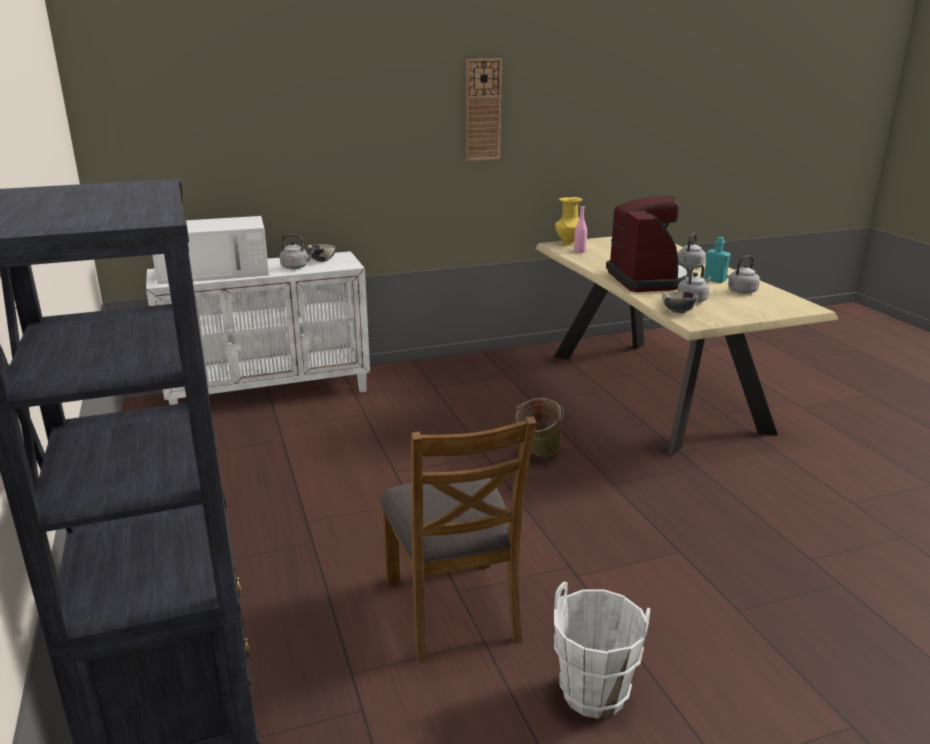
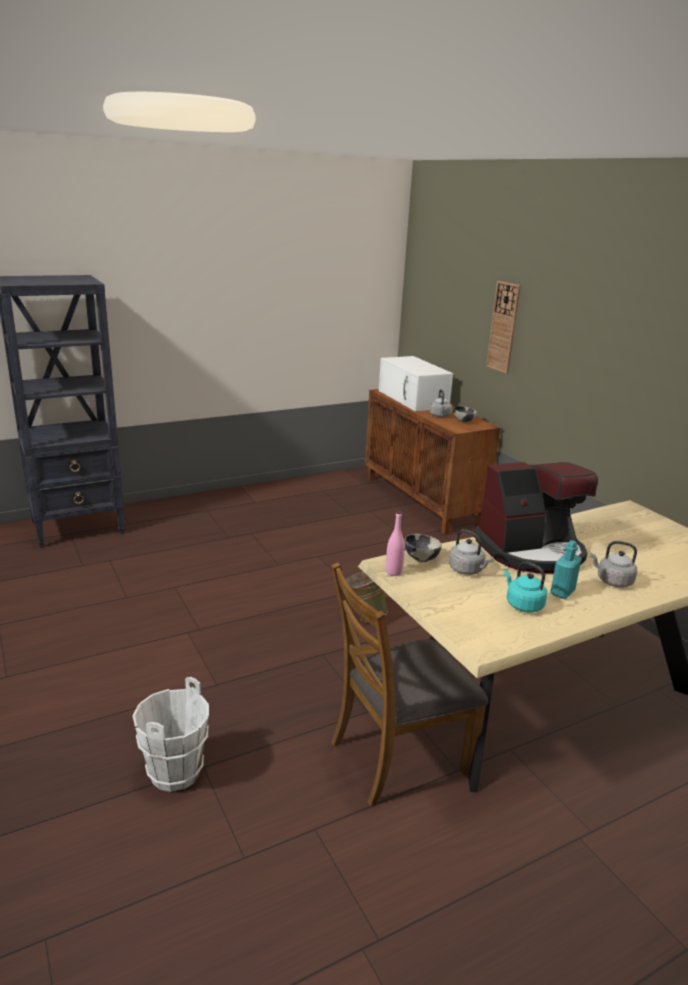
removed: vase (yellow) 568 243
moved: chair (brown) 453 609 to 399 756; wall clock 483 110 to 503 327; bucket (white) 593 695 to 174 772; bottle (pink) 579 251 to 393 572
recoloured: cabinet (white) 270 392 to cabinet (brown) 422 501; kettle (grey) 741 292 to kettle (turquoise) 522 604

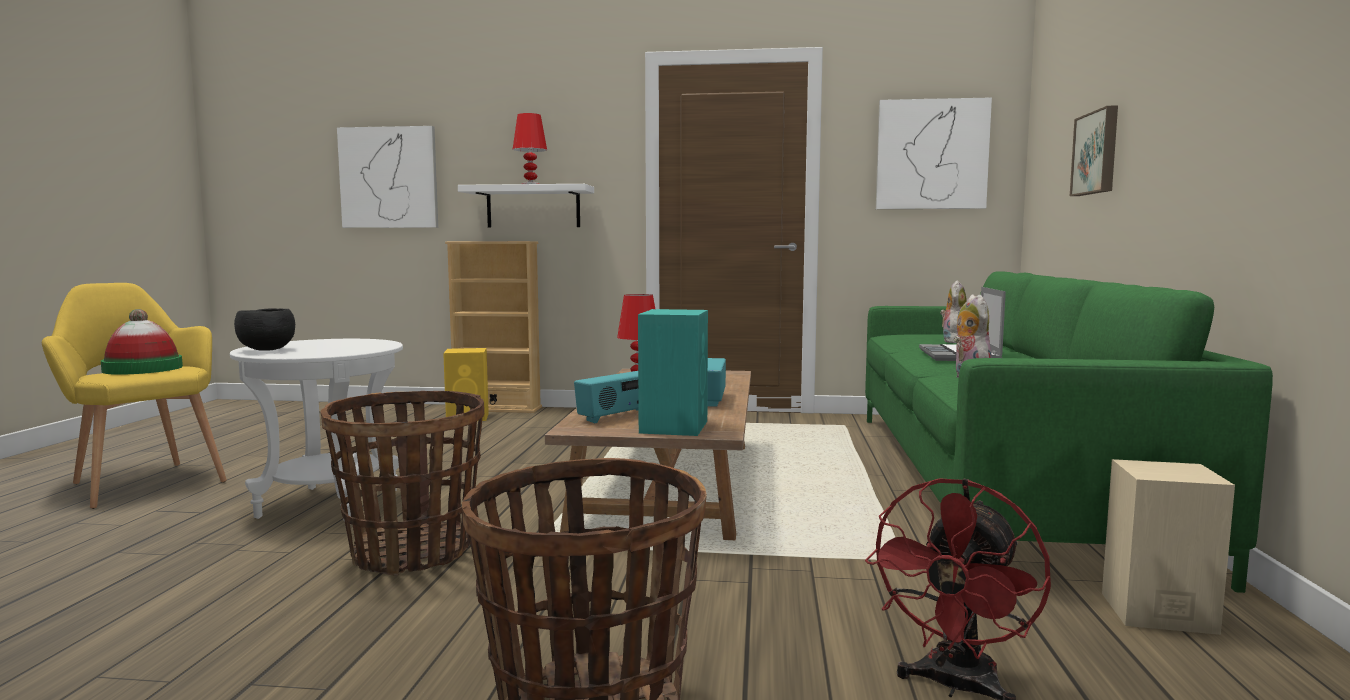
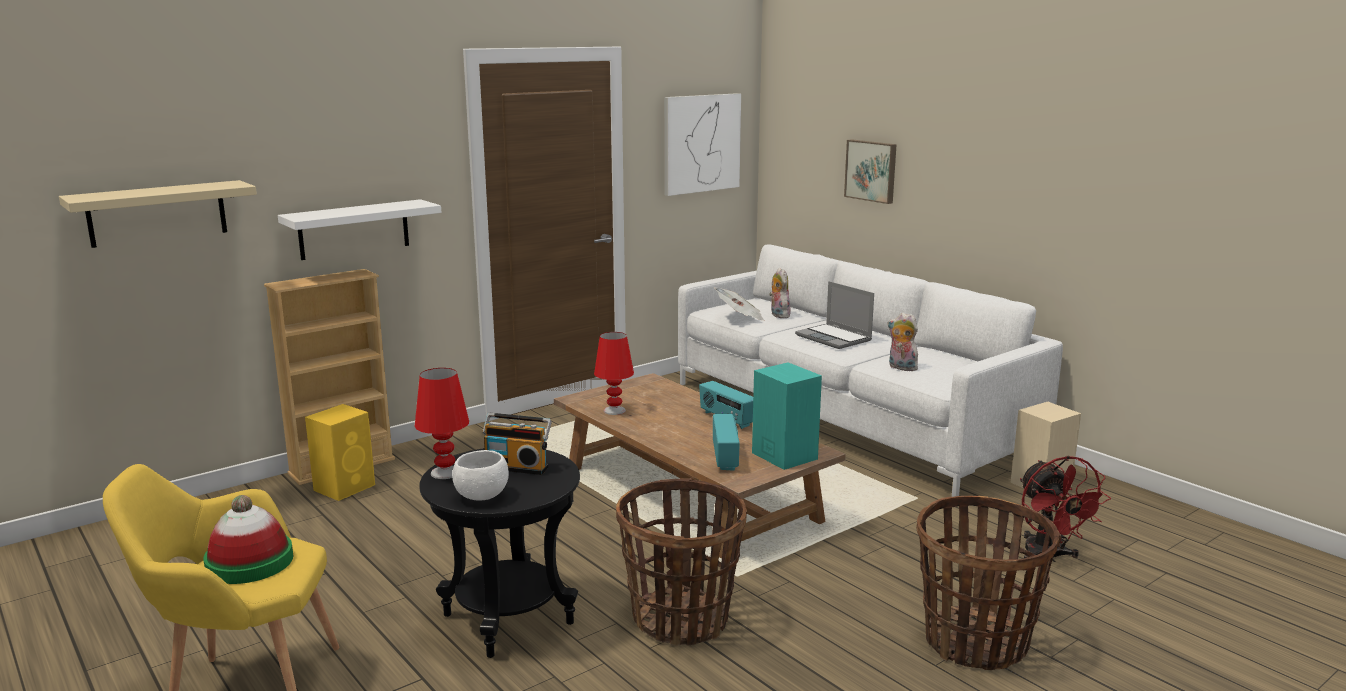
added: radio 517 467; newspaper 740 317
moved: table lamp (red) 531 184 to 446 472
replaced: picture 389 178 to shelf (beige) 157 213
recoloured: side table (white) 329 504 to side table (black) 508 619; bowl (black) 267 350 to bowl (white) 481 497; sofa (green) 992 479 to sofa (white) 845 418

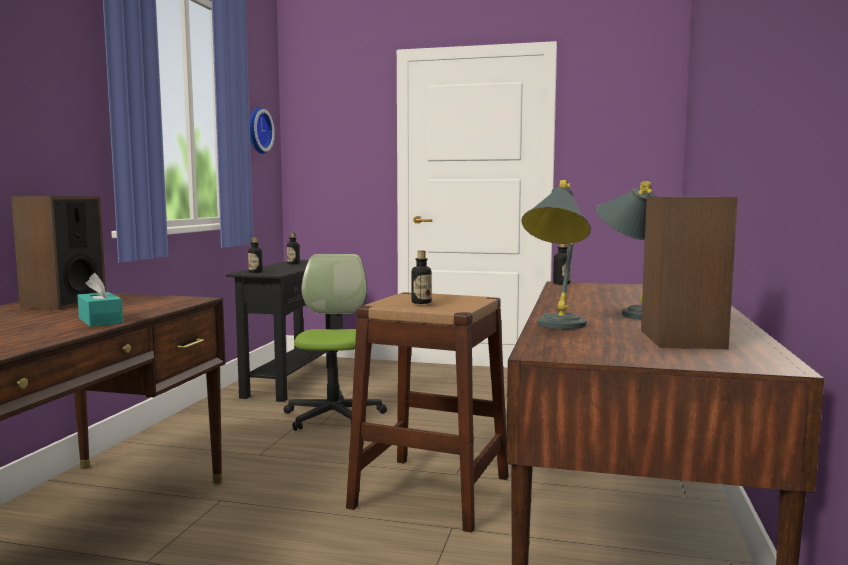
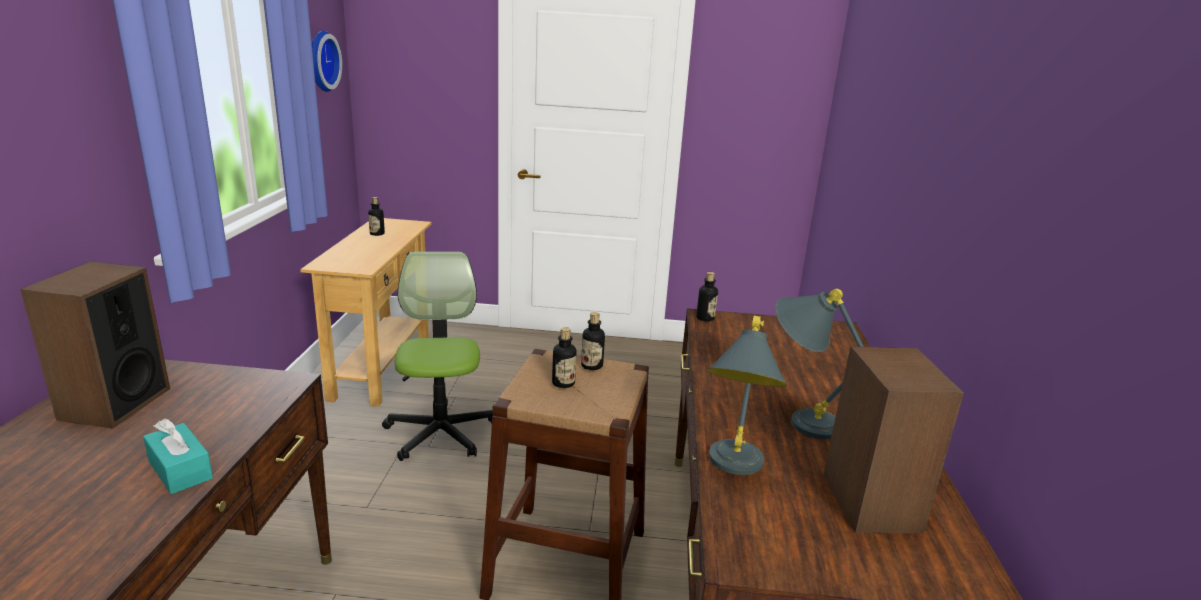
moved: bottle 255 272 to 592 366
recoloured: console table (black) 291 381 to console table (beige) 381 367

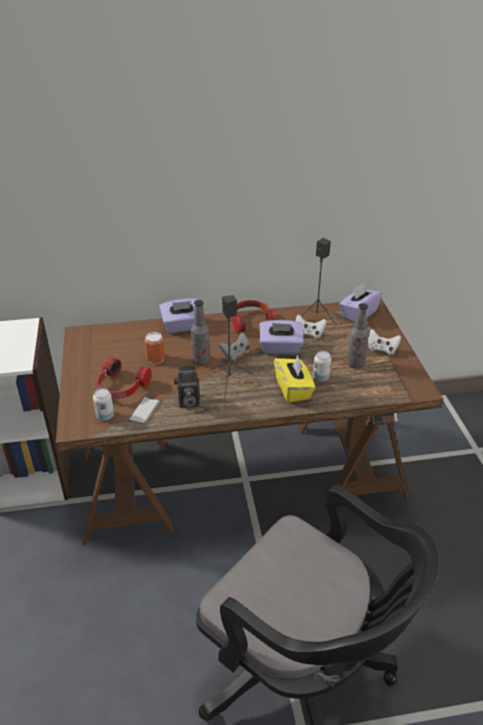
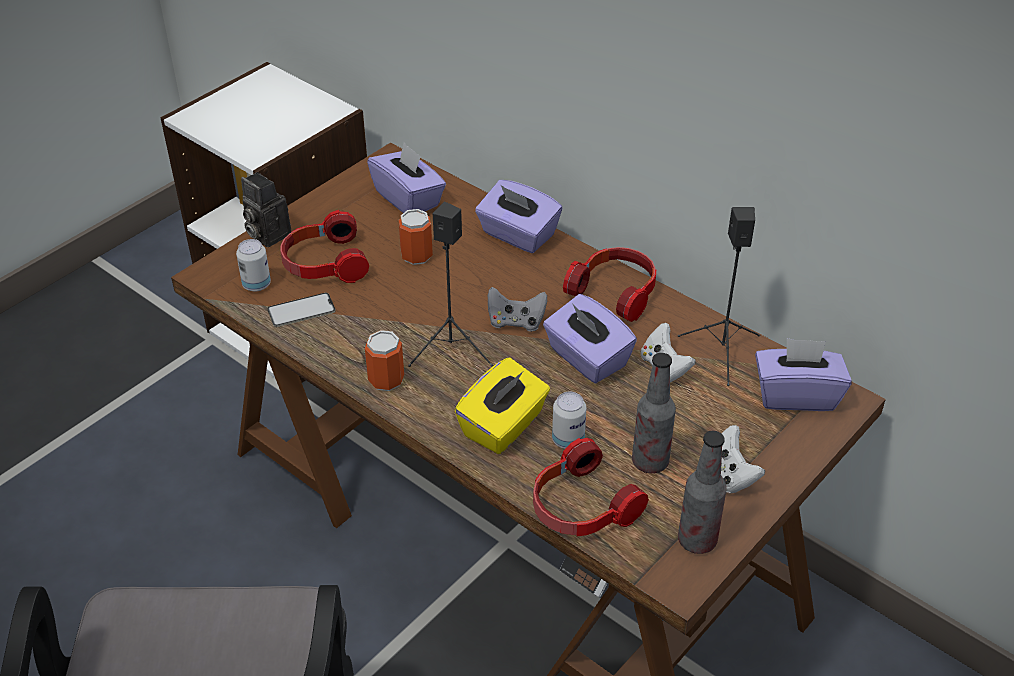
added: can 386 380; tissue box (purple) 408 198; headphones 580 507
moved: photo camera 187 402 to 266 234; bottle 201 360 to 697 540

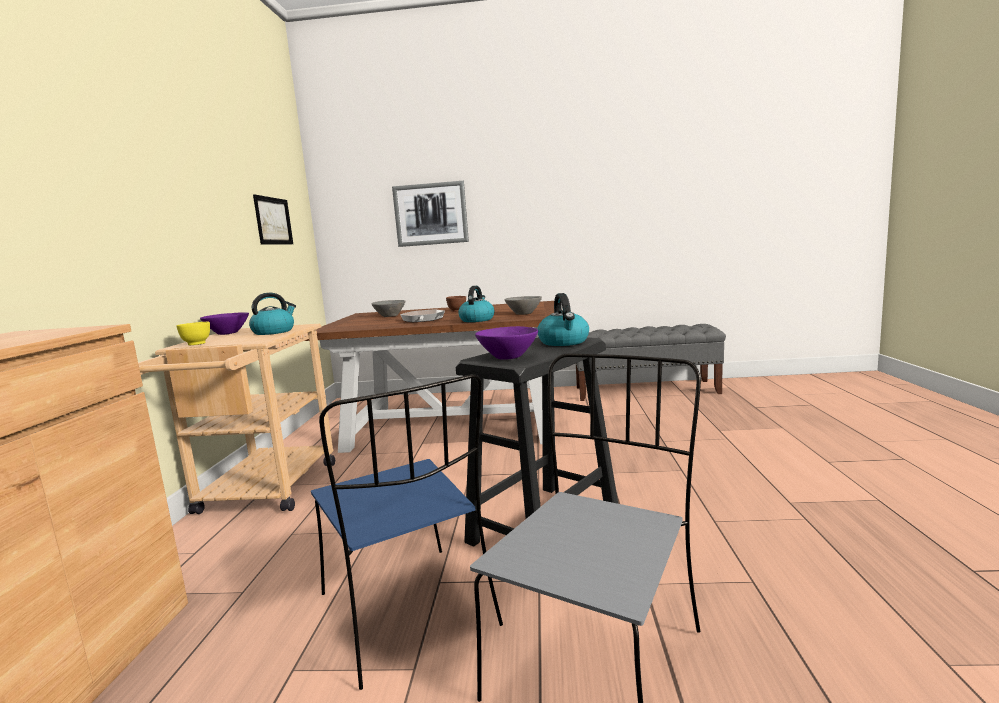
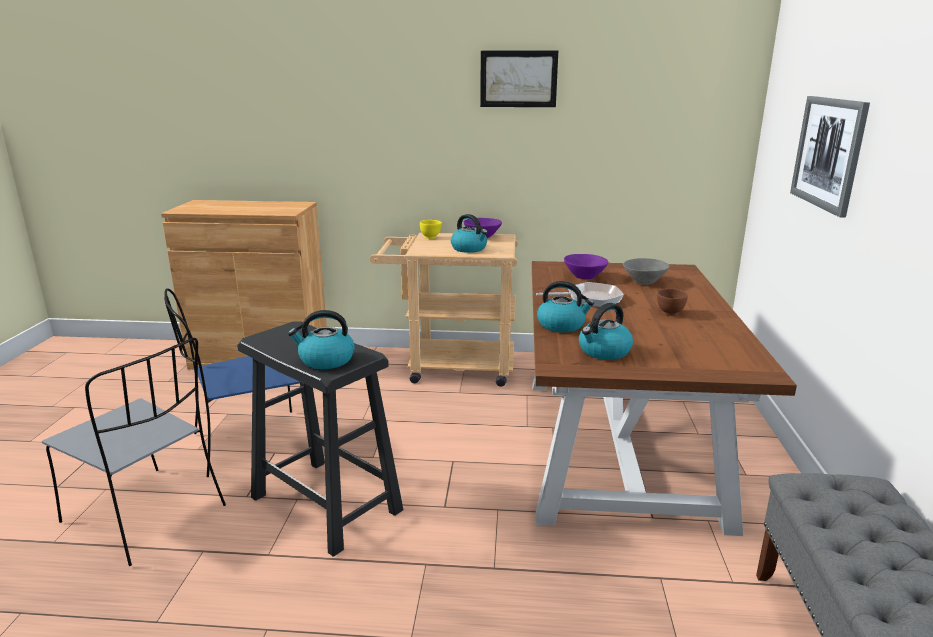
moved: picture 273 221 to 518 79; bowl (purple) 509 357 to 585 277
replaced: bowl (grey) 523 313 to kettle 604 352

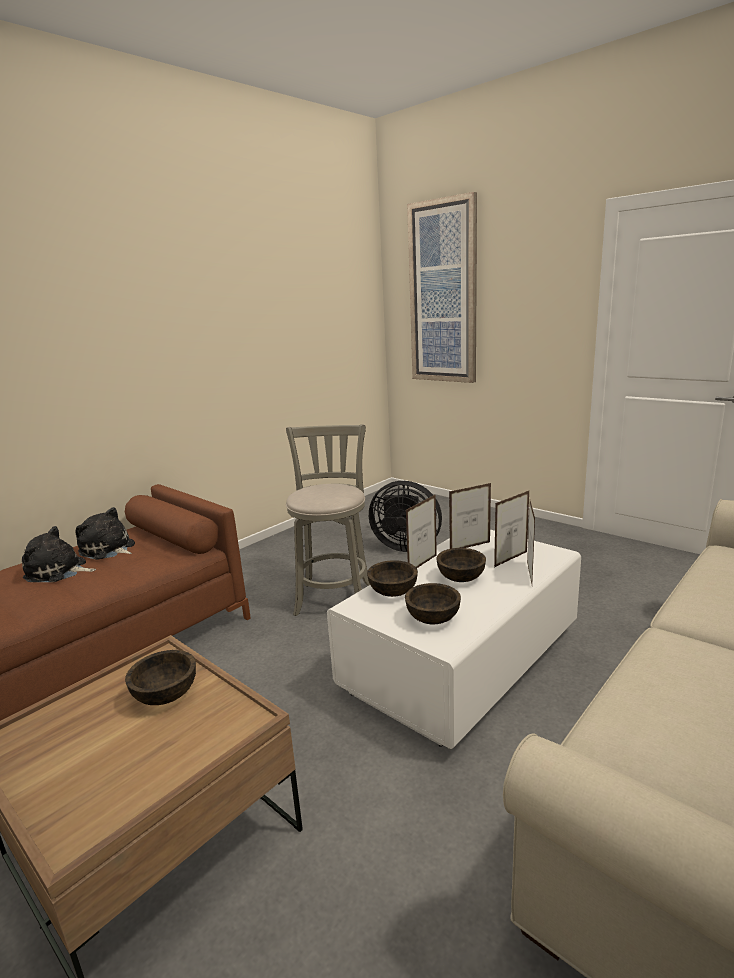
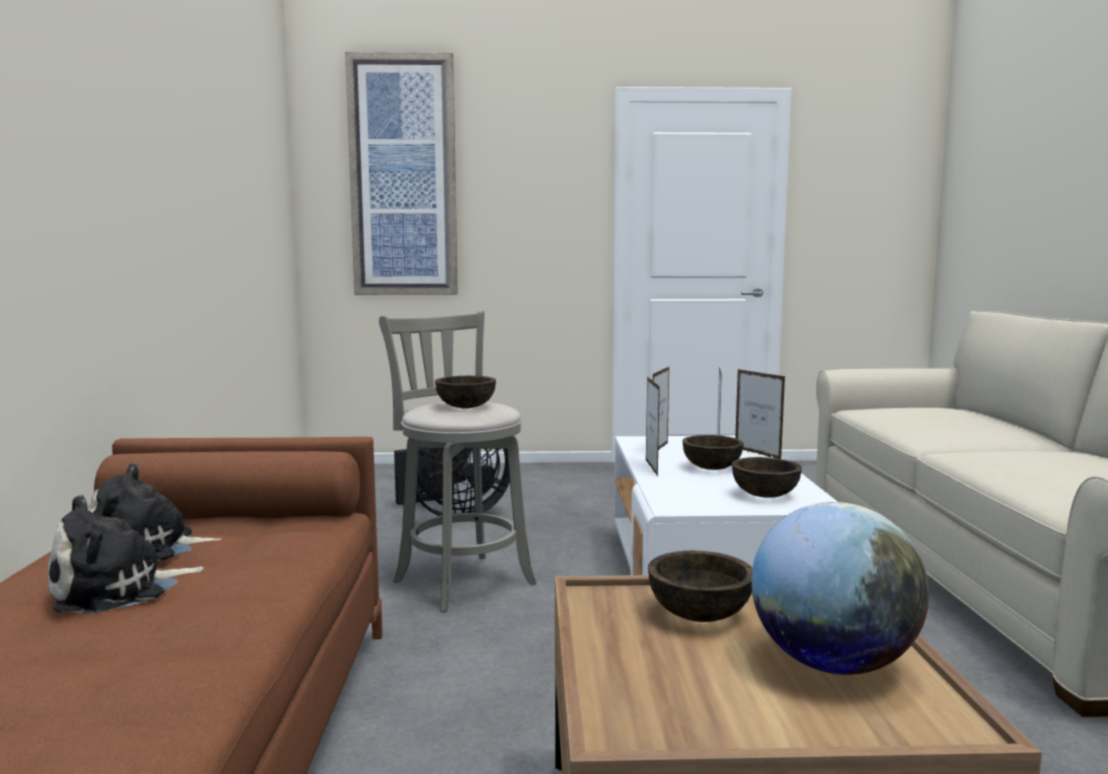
added: globe 832 663
moved: bowl (brown) 393 592 to 466 407

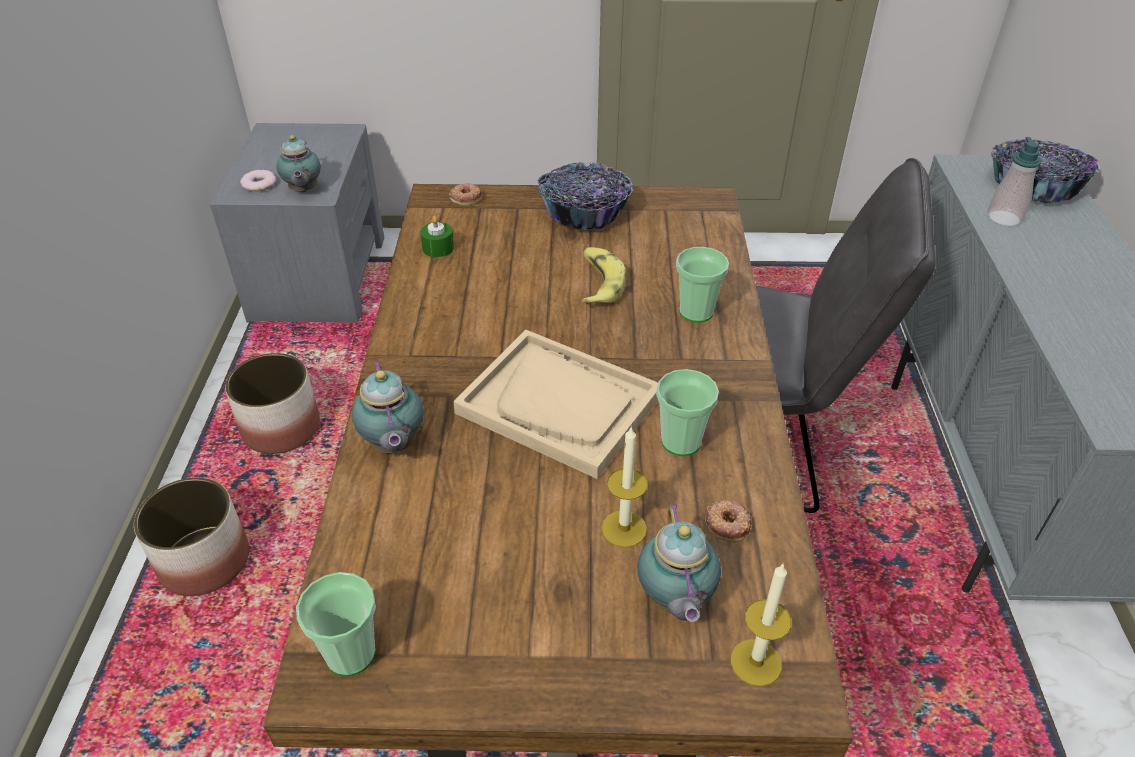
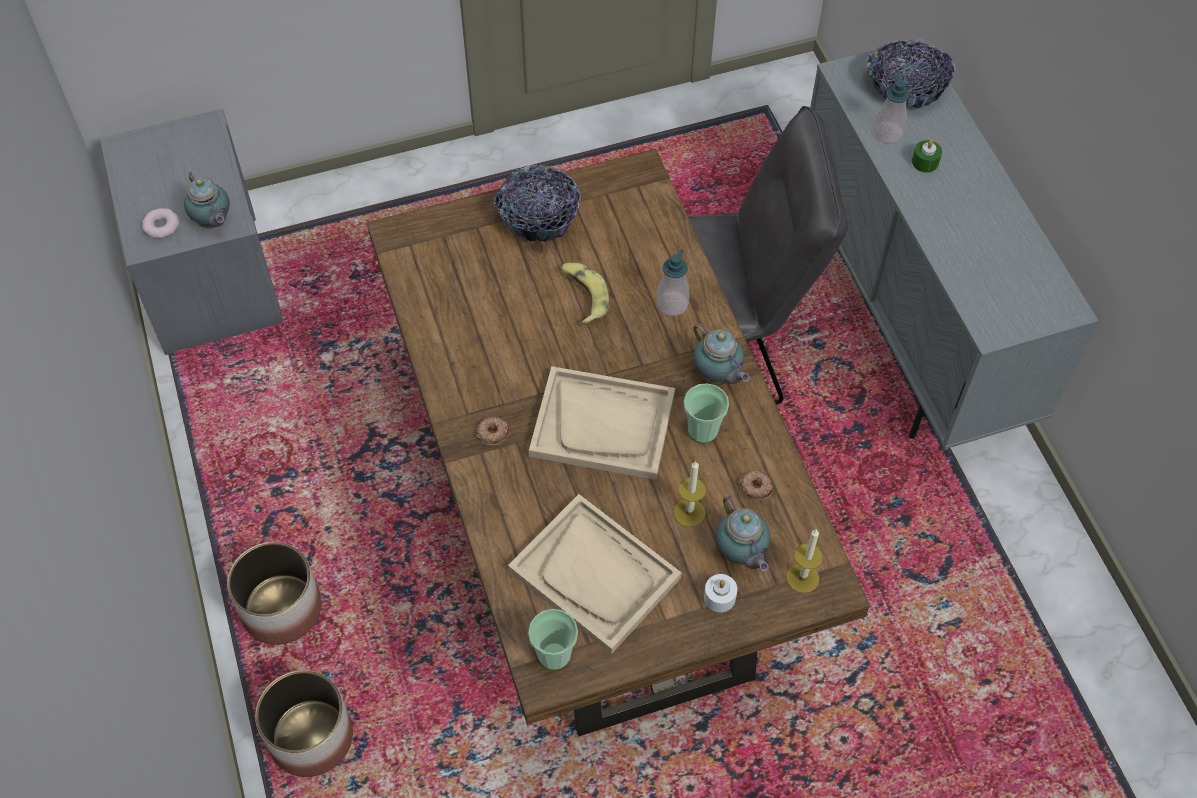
added: tray (beige) 595 574; candle (white) 719 597
moved: planter 281 428 to 311 737; teapot 393 446 to 717 376; candle (green) 438 248 to 925 162; donut 466 197 to 492 432
replaced: cup 696 312 to soap dispenser 672 304

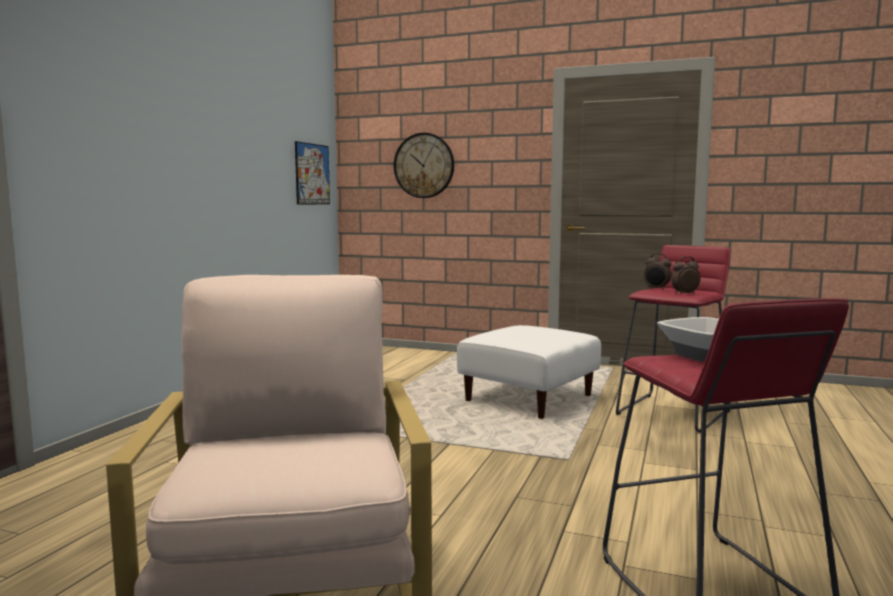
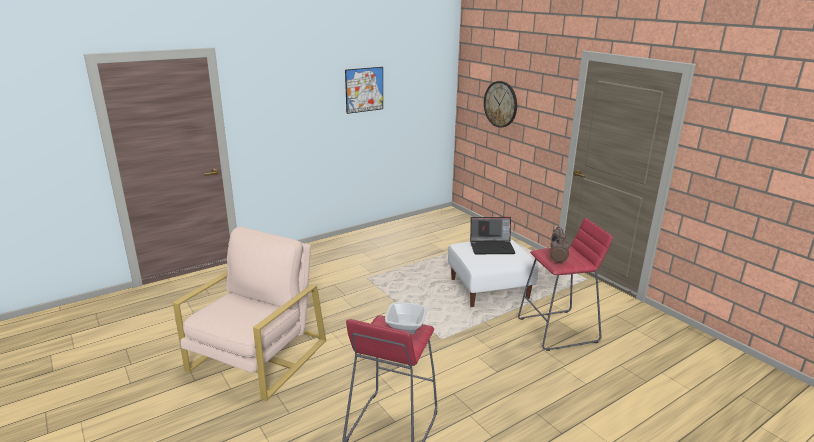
added: laptop 492 247
moved: picture 312 174 to 364 90

